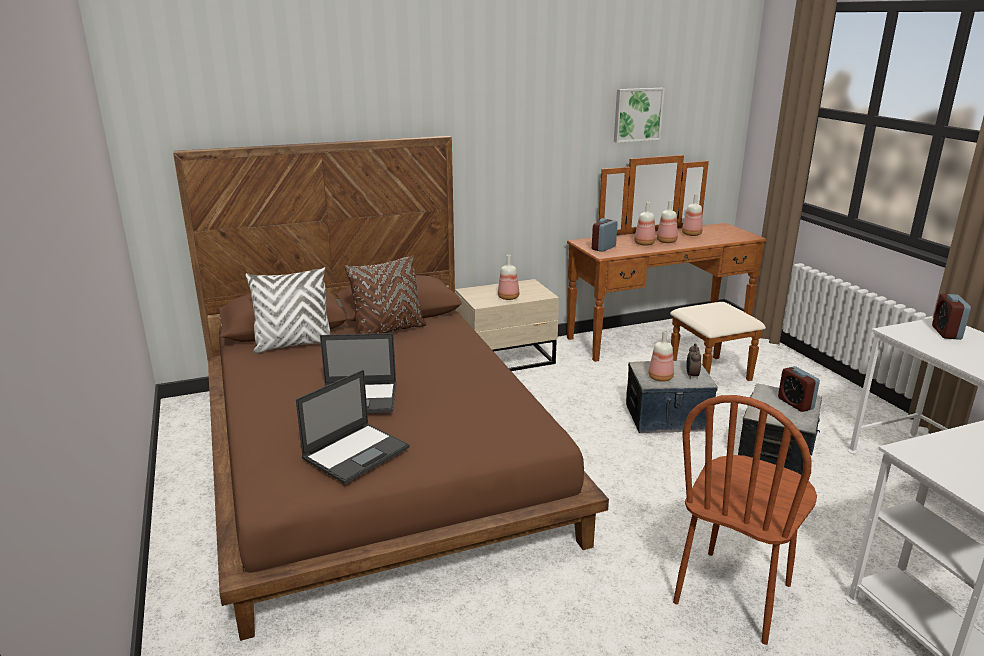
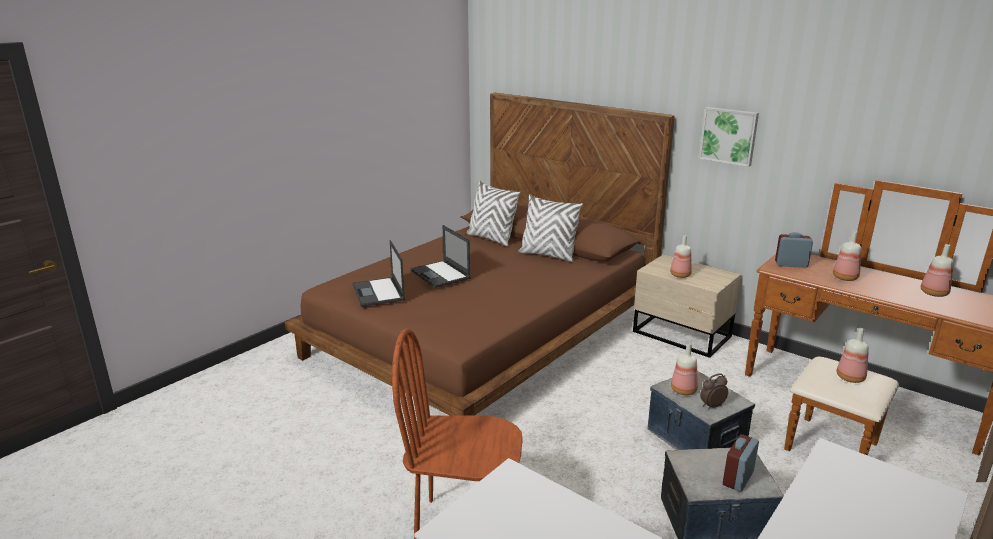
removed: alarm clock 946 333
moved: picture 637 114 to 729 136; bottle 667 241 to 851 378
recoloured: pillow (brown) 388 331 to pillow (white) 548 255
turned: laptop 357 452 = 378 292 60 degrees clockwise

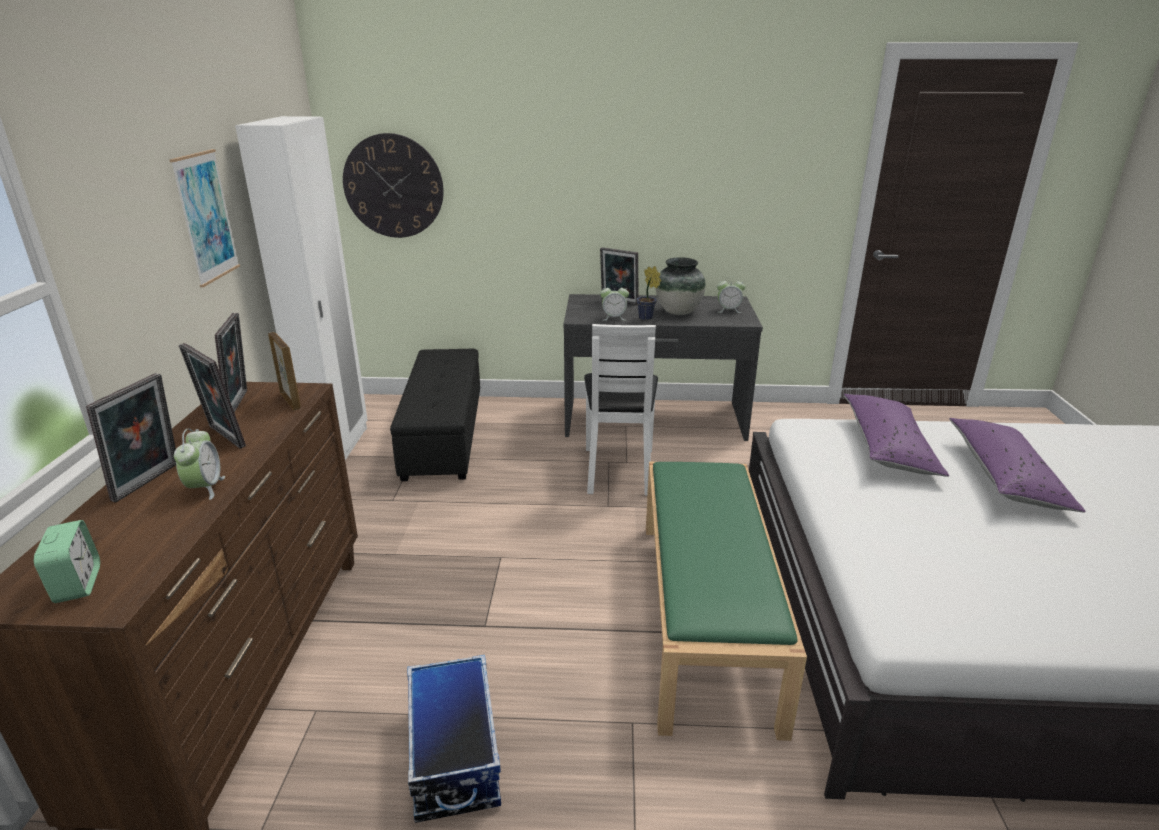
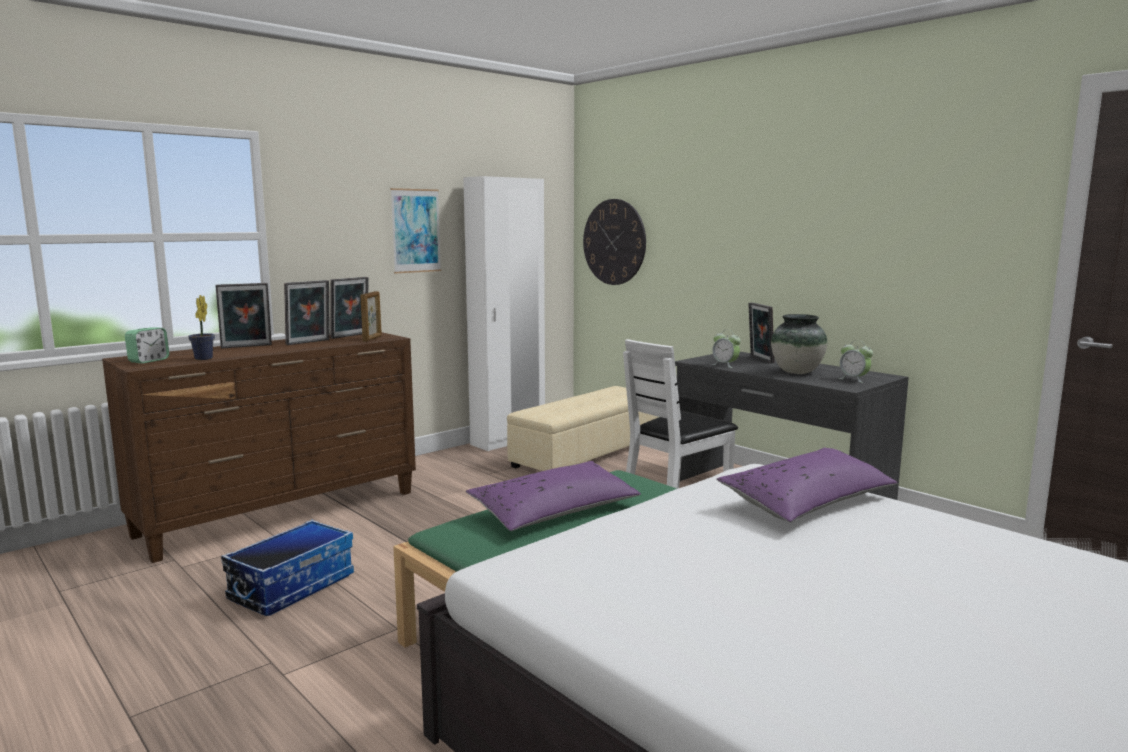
removed: alarm clock 205 488
moved: potted plant 647 318 to 202 359; pillow (purple) 1005 477 to 555 511
recoloured: ottoman (black) 444 434 to ottoman (beige) 587 454
turned: picture frame 222 438 = 309 342 135 degrees counterclockwise

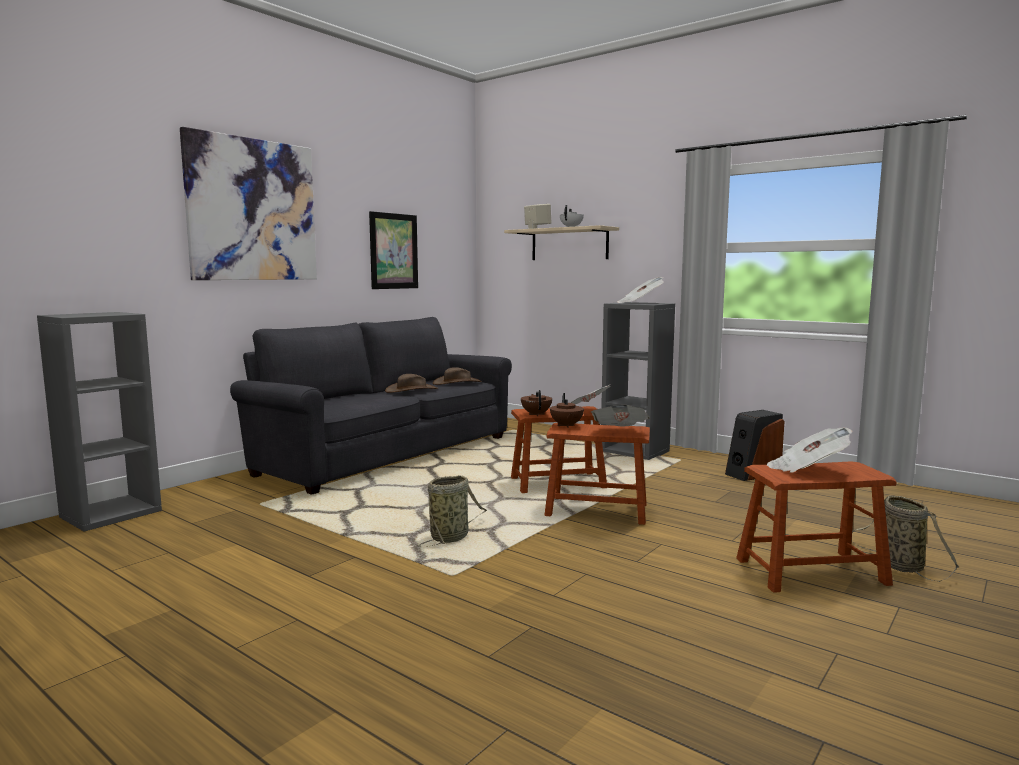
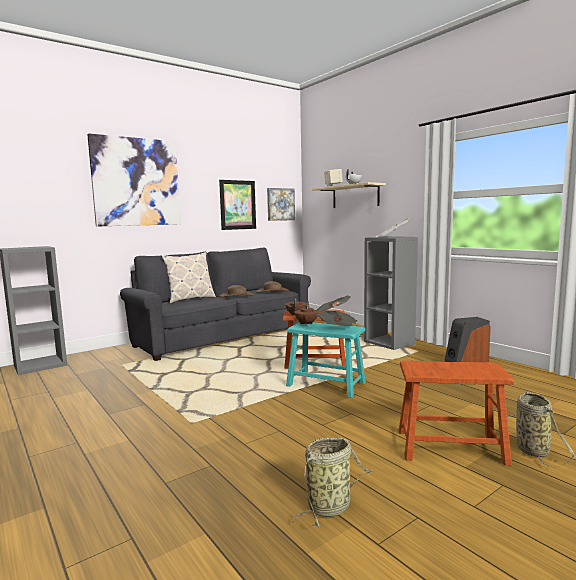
removed: newspaper 807 469
added: pillow 190 299; picture 280 204
moved: basket 451 537 to 331 506
recoloured: stool (brown) 596 510 to stool (turquoise) 326 384

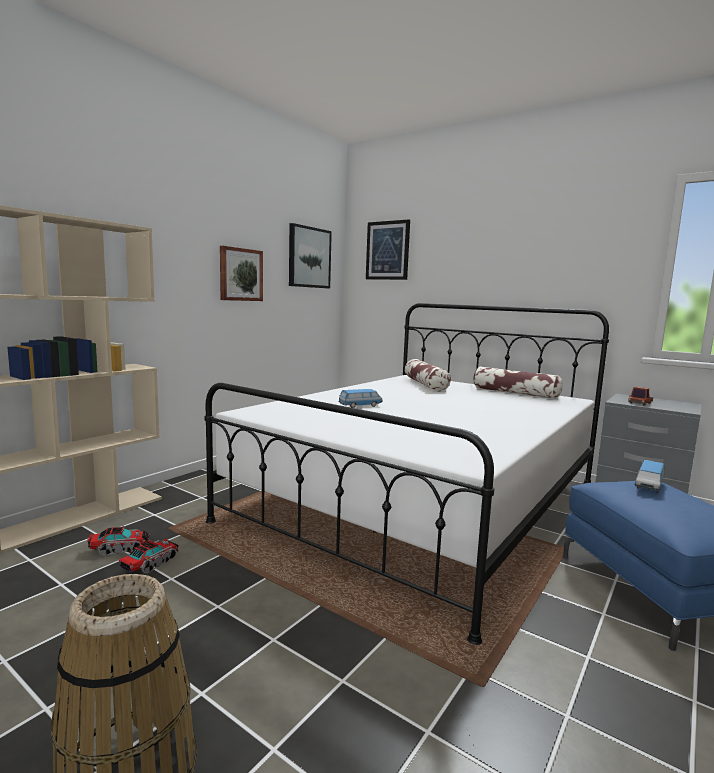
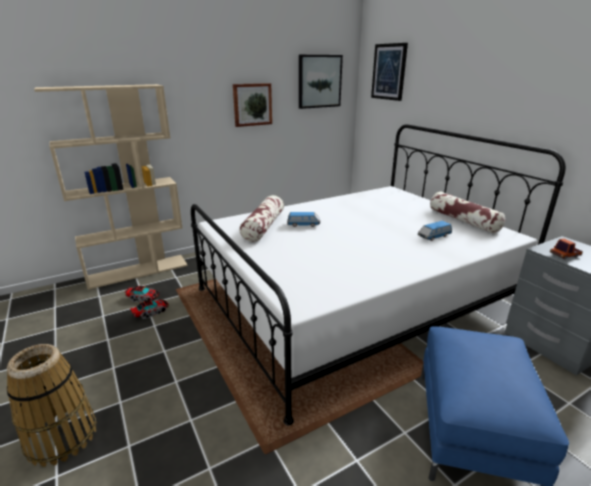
moved: pillow 425 384 to 263 226; toy car 648 486 to 434 236

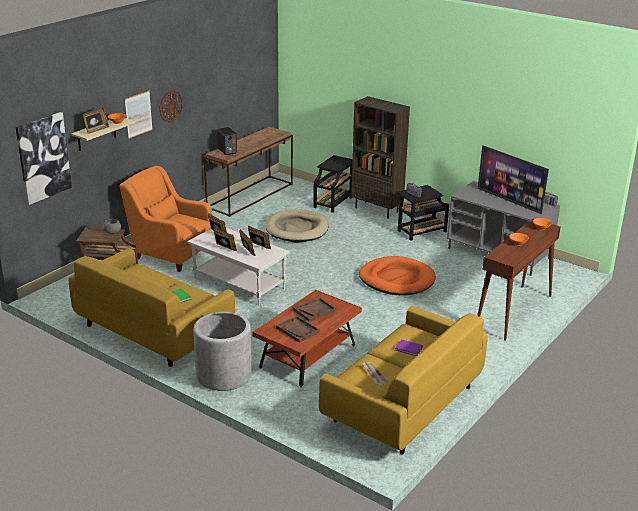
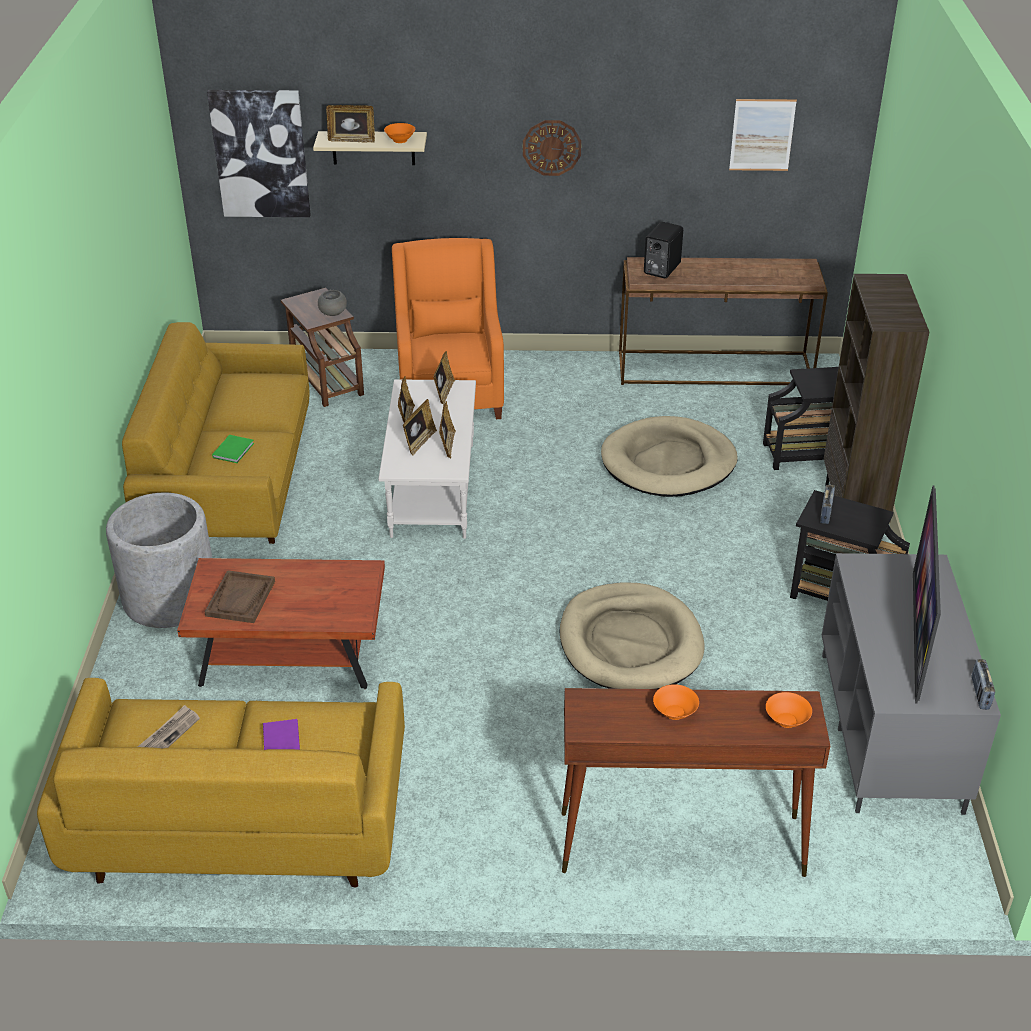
removed: tray (brown) 314 310
moved: picture 138 114 to 762 135
recoloured: dog bed (orange) 397 279 to dog bed (beige) 630 643

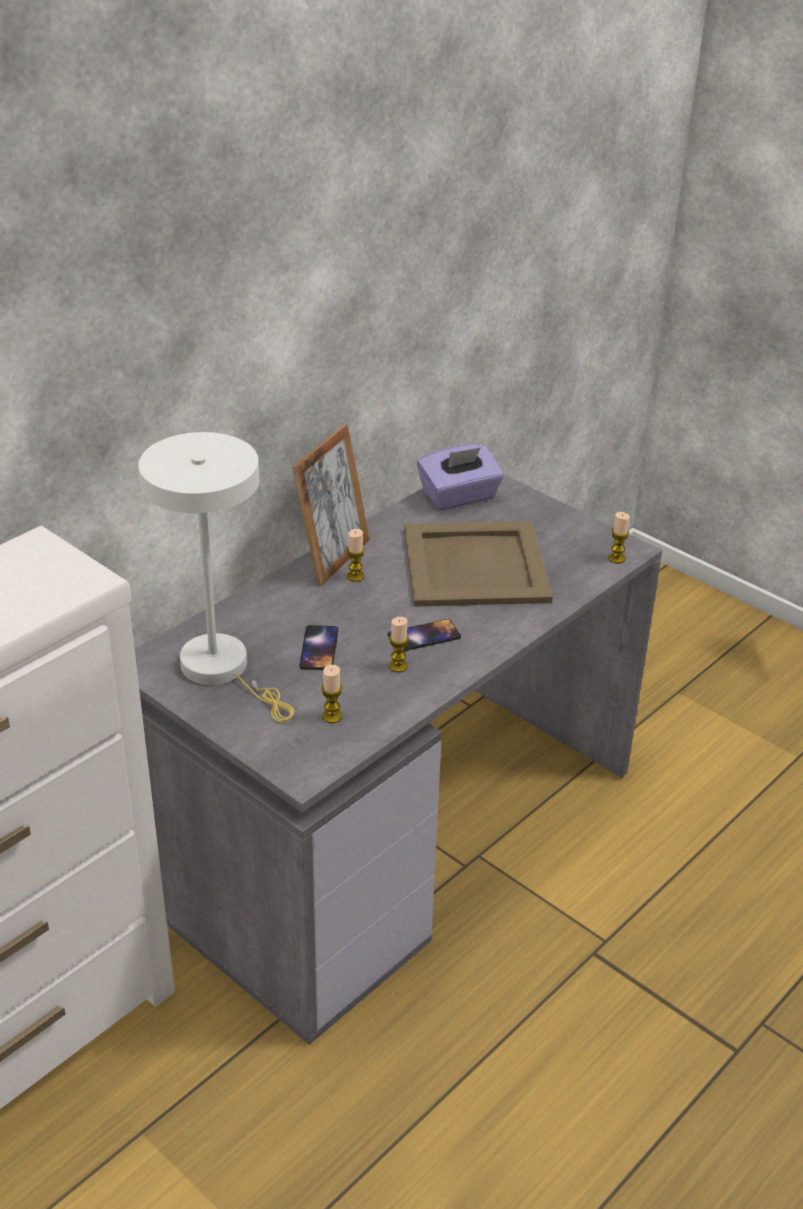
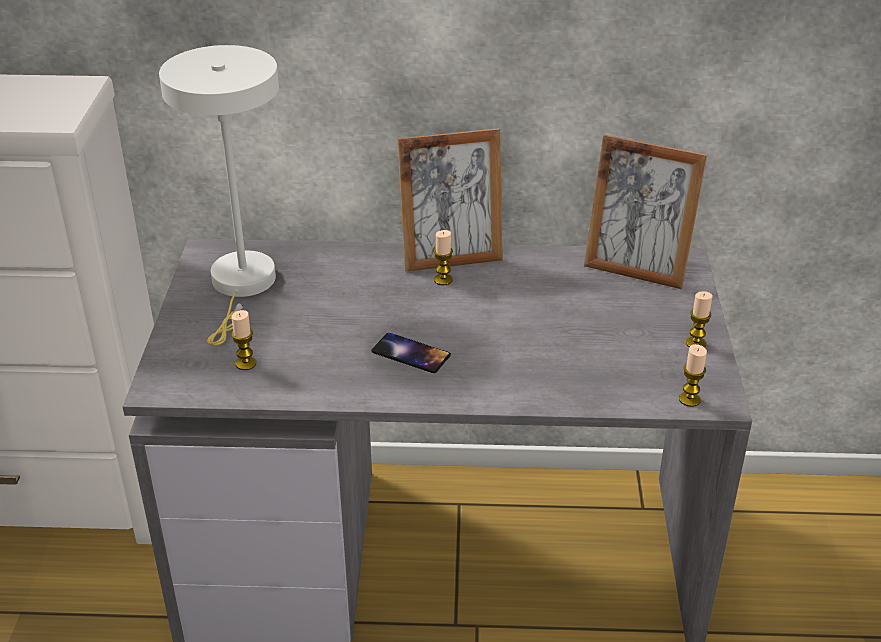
removed: phone 319 648; tray (beige) 474 565
moved: candle 398 666 to 695 343
replaced: tissue box (purple) 459 497 to picture frame 636 270

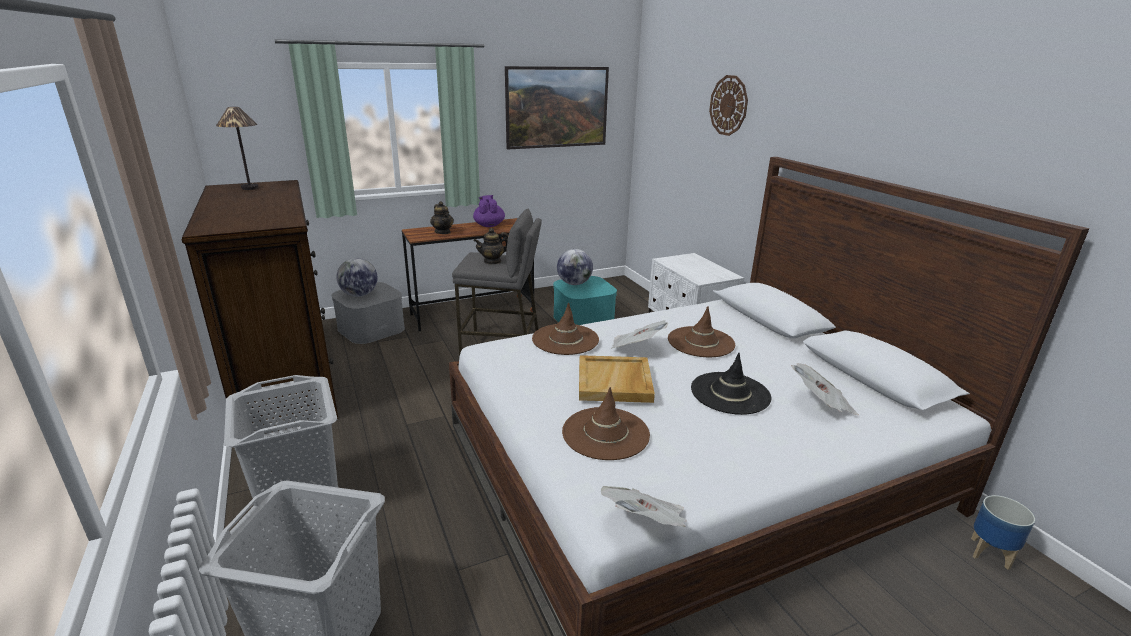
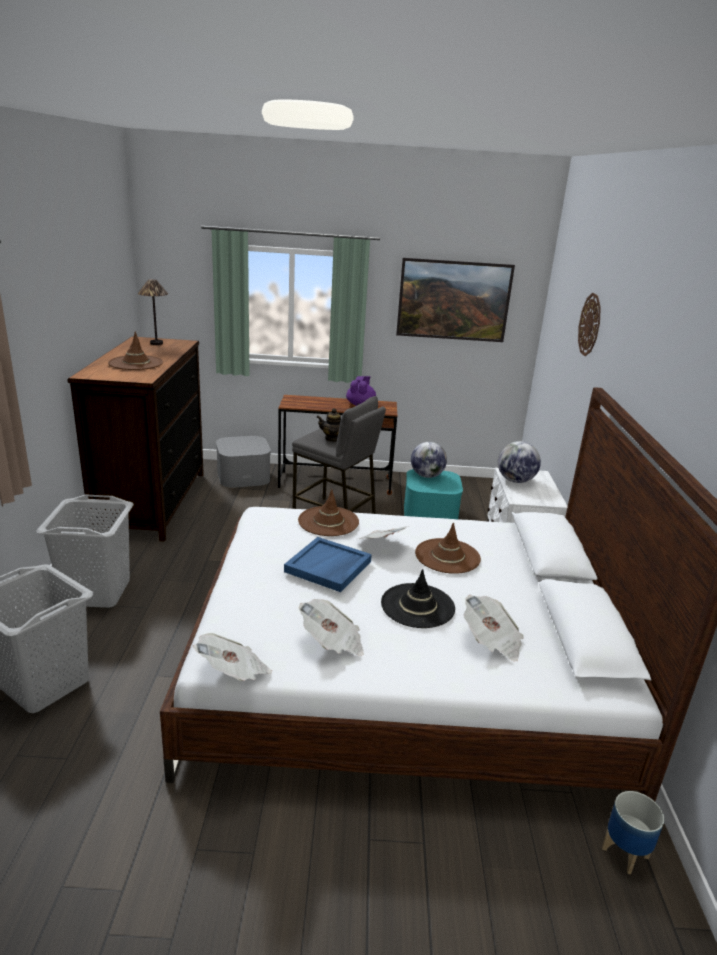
removed: teapot 443 232
added: newspaper 332 642
moved: globe 359 295 to 515 481; hat (brown) 605 433 to 136 363
recoloured: tray (beige) 615 382 to tray (blue) 328 567

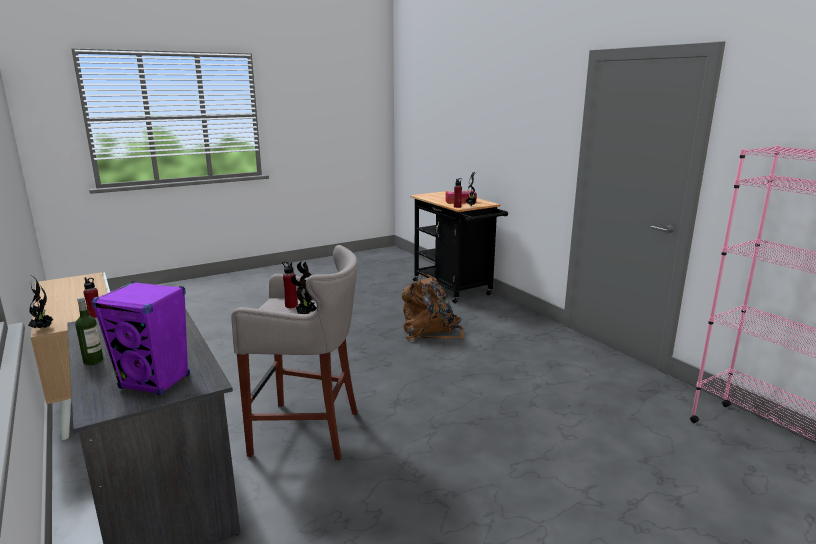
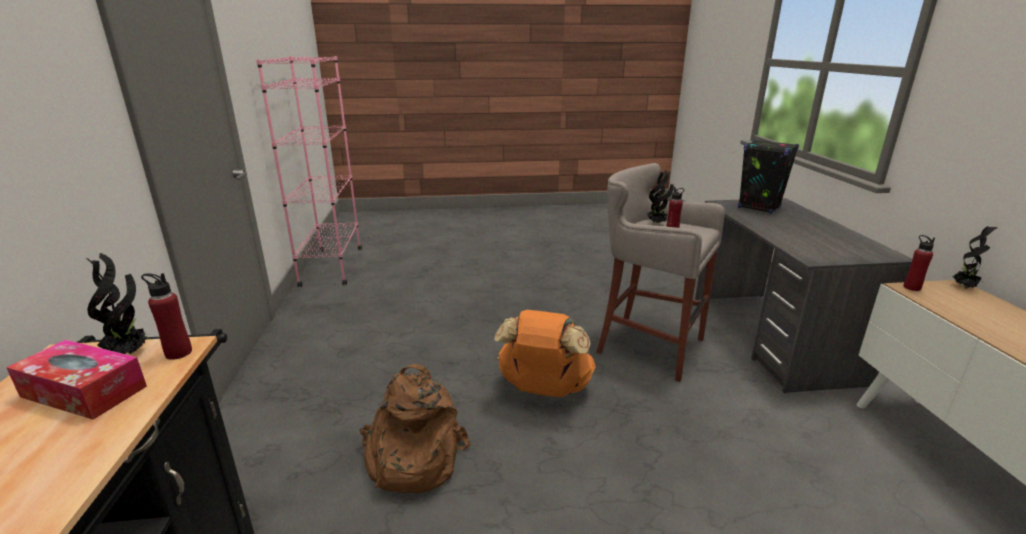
removed: bottle 93 361
added: backpack (orange) 544 390
recoloured: speaker (purple) 155 382 to speaker (black) 758 207

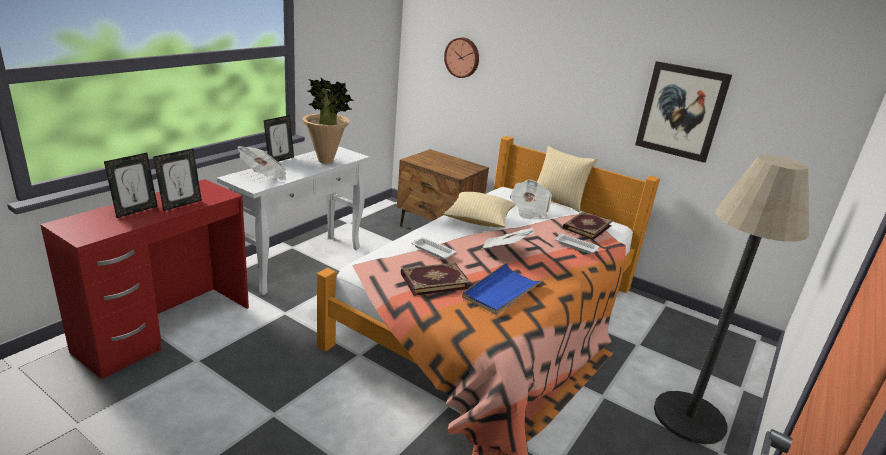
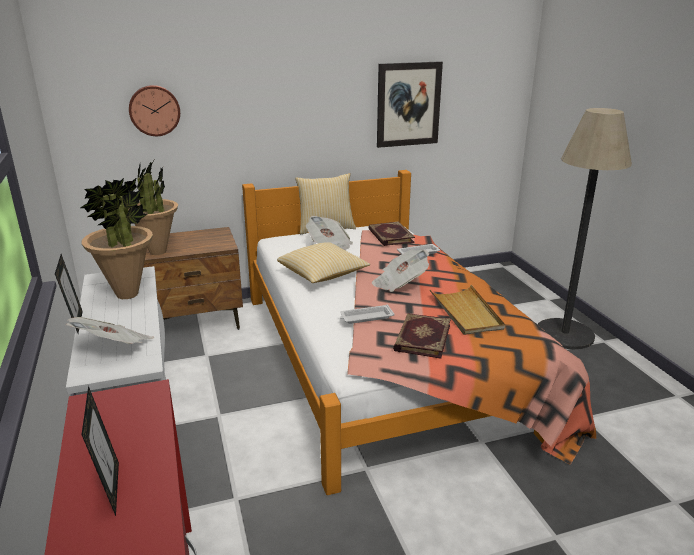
removed: picture frame 181 204
added: potted plant 157 252
recoloured: tray (blue) 502 291 to tray (beige) 466 312

